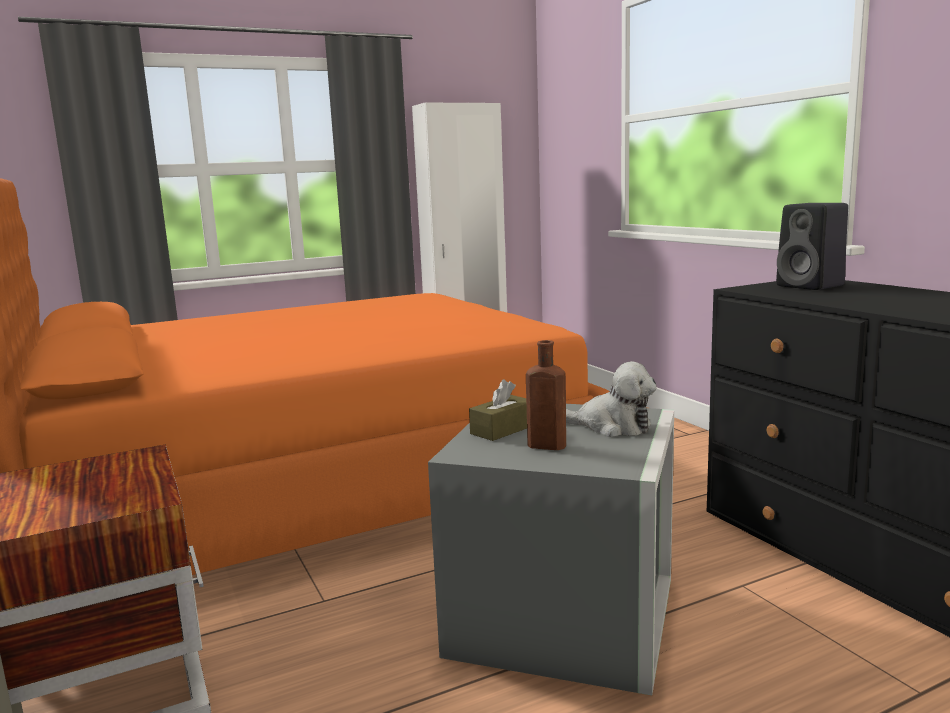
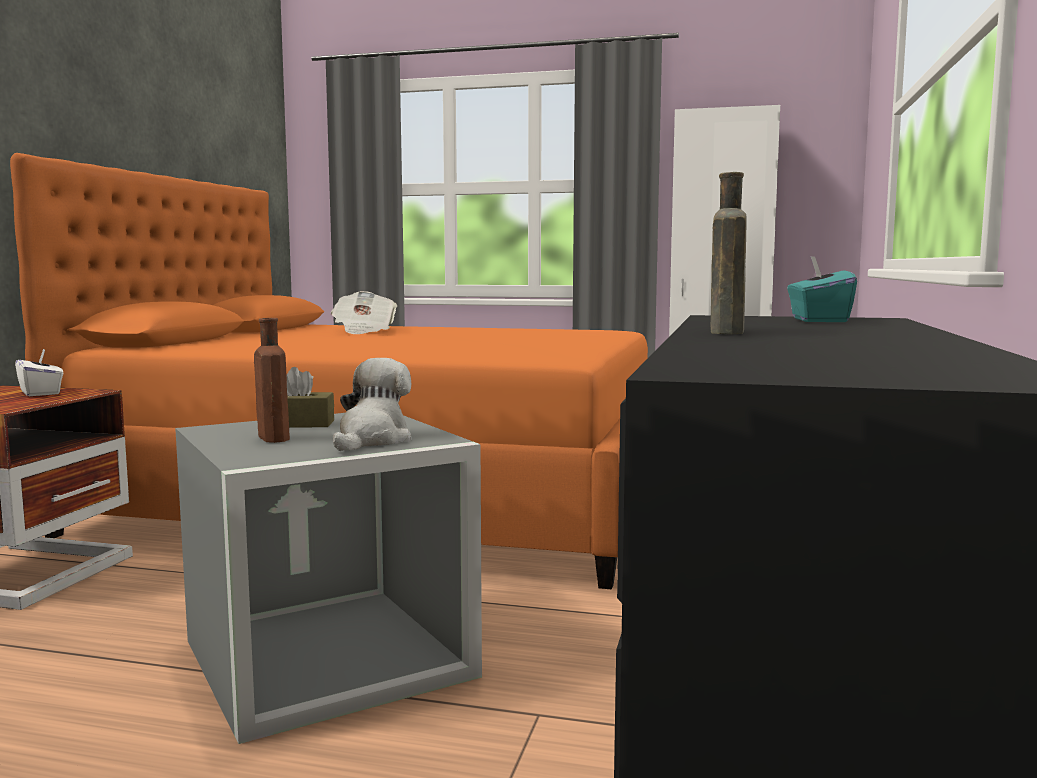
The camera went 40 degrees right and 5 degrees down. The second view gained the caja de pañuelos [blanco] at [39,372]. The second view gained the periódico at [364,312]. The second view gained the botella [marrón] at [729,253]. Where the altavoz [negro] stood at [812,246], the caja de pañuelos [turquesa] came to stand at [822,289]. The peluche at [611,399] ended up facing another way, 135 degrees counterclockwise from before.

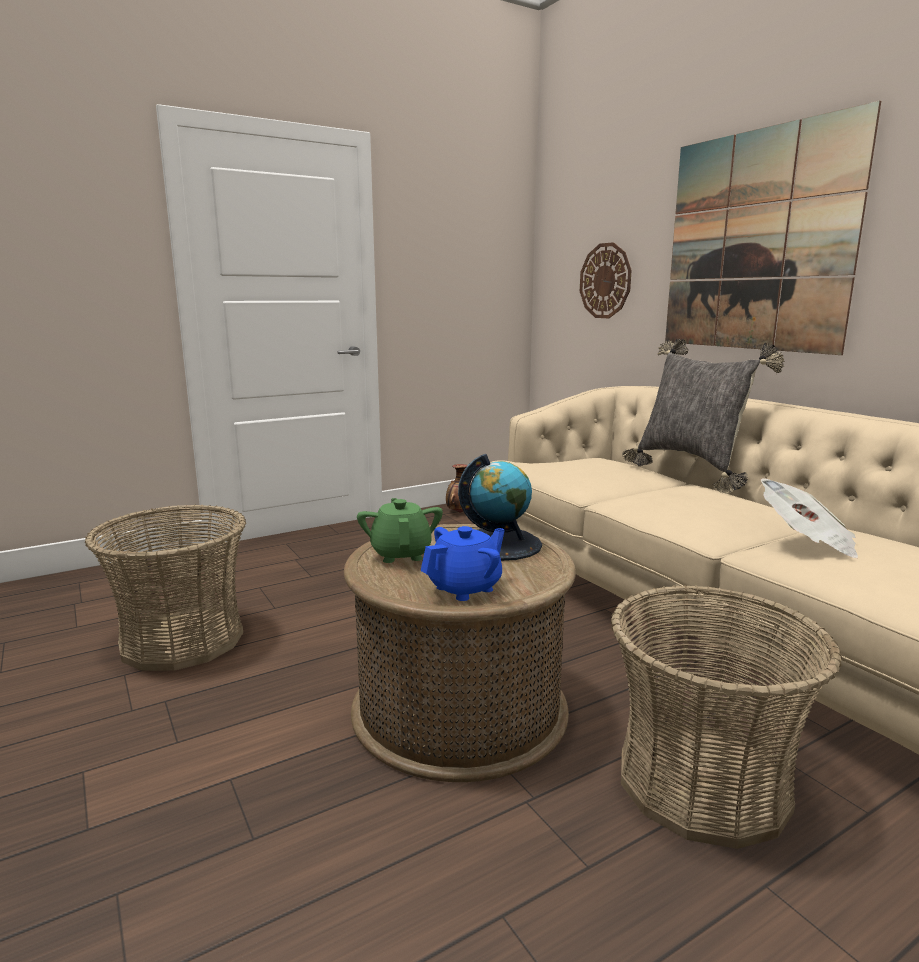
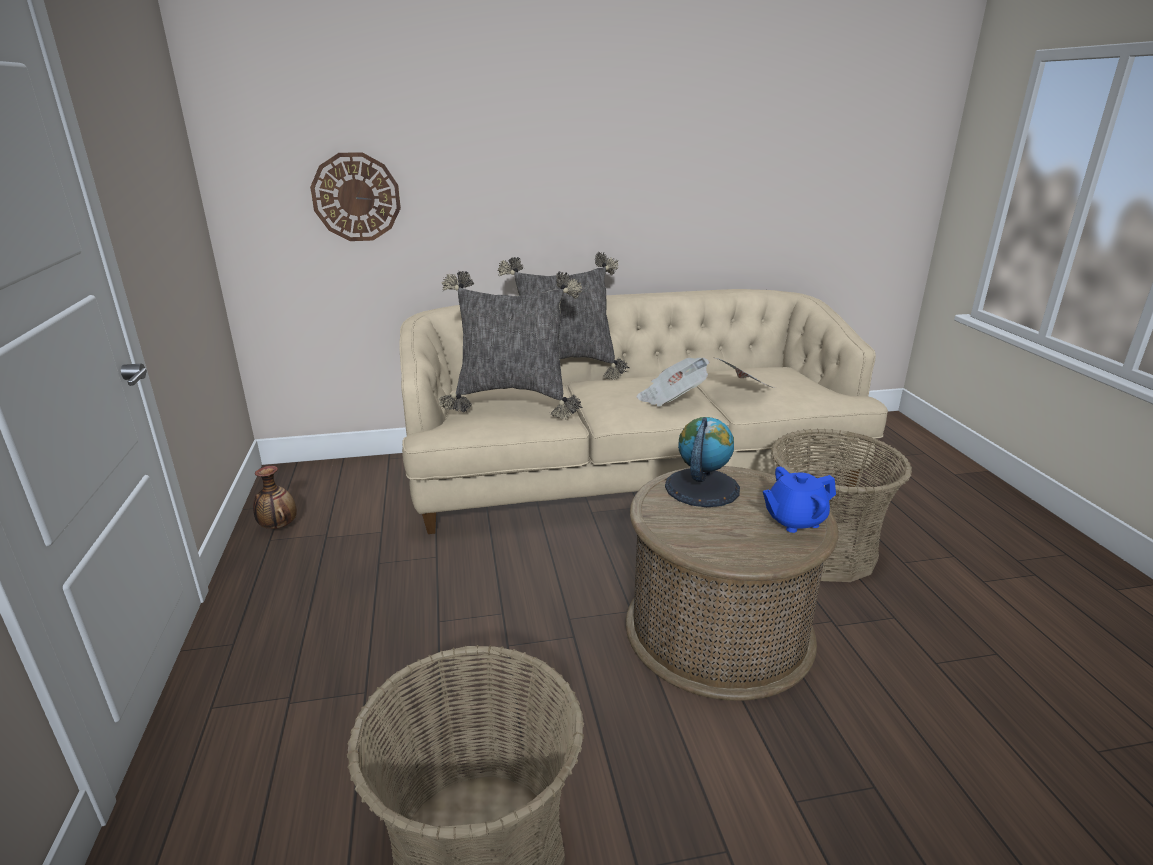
The camera went 70 degrees left and 10 degrees up. The second view lost the tetera [verde] at [400,530]. The second view lost the cuadro at [773,228]. The second view gained the cojín at [510,345]. The second view gained the periódico at [673,382]. The tetera [azul] at [463,563] ended up facing another way, 90 degrees counterclockwise from before.

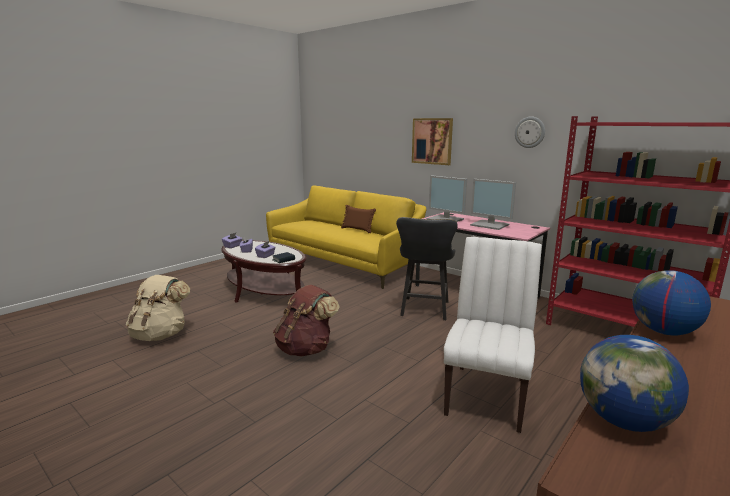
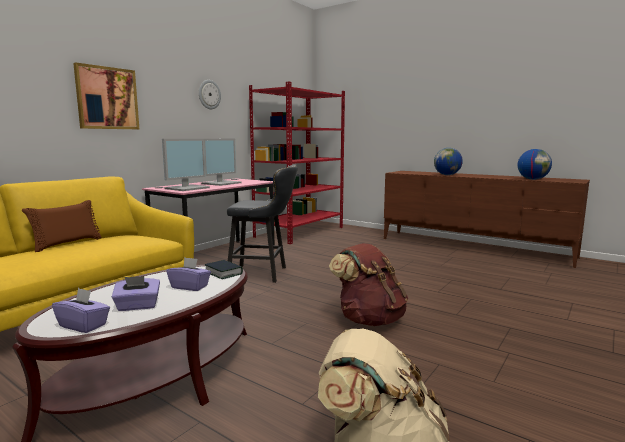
The camera went 95 degrees left and 5 degrees down. The second view lost the silla [blanco] at [493,335].

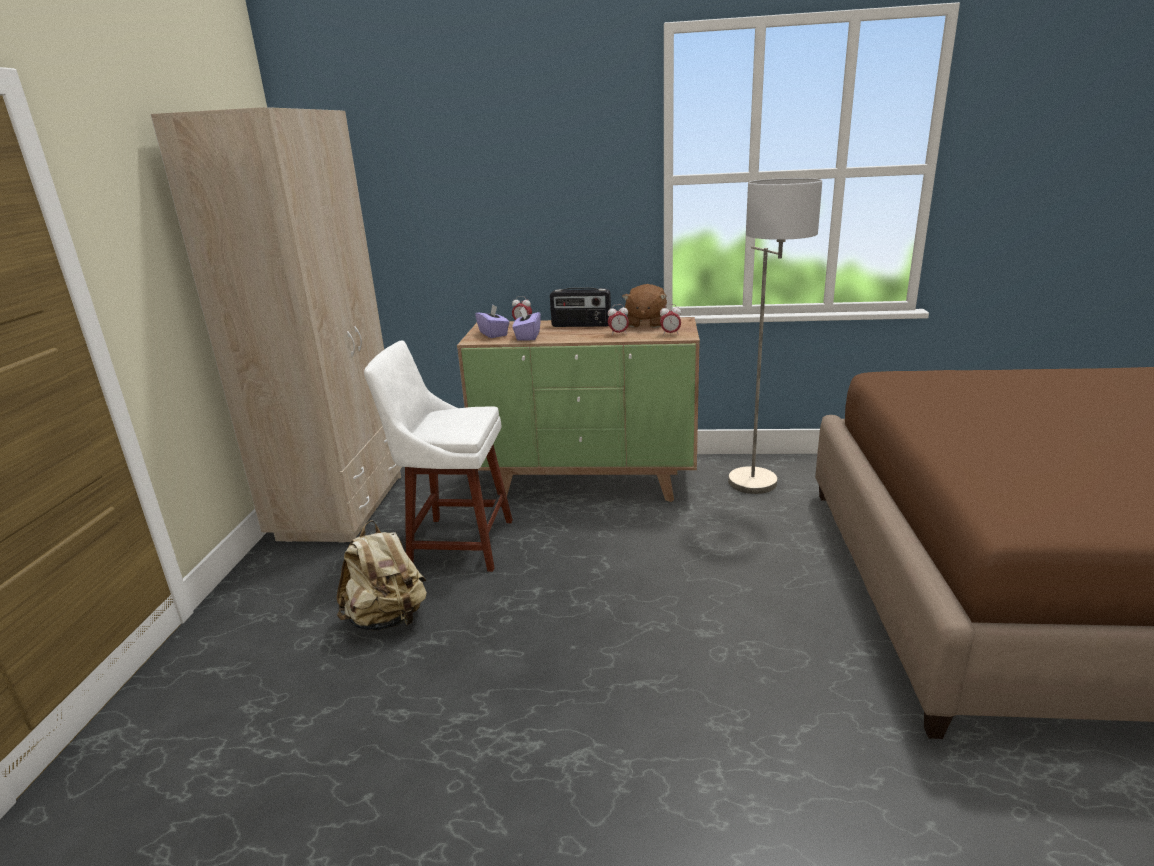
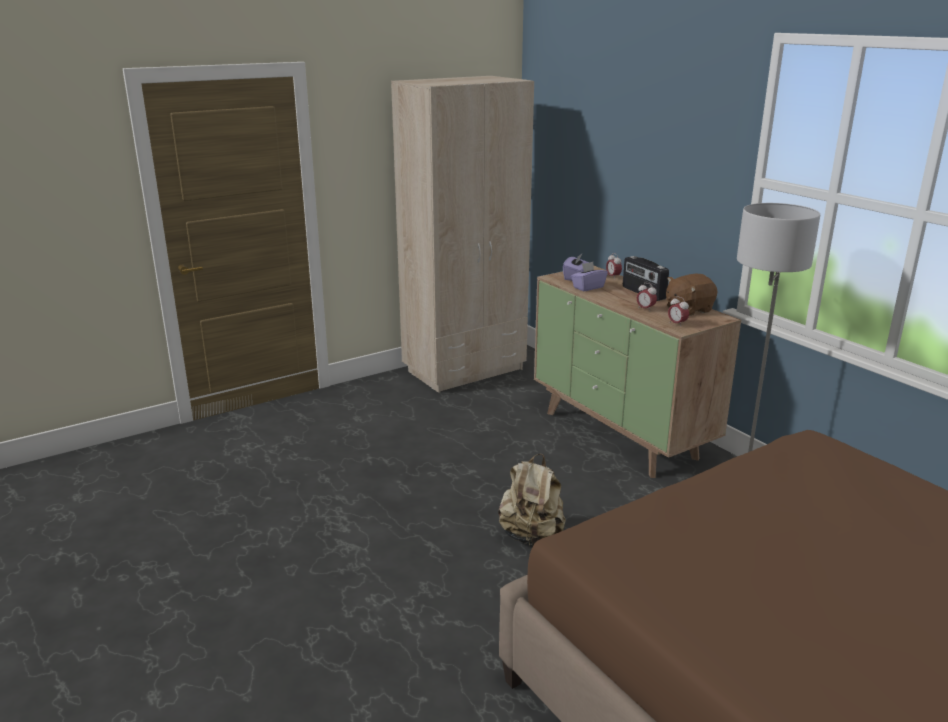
The camera went 50 degrees right and 0 degrees up. The second view lost the silla [blanco] at [438,456]. The mochila [beis] ended up elsewhere, having gone from [382,575] to [532,500].

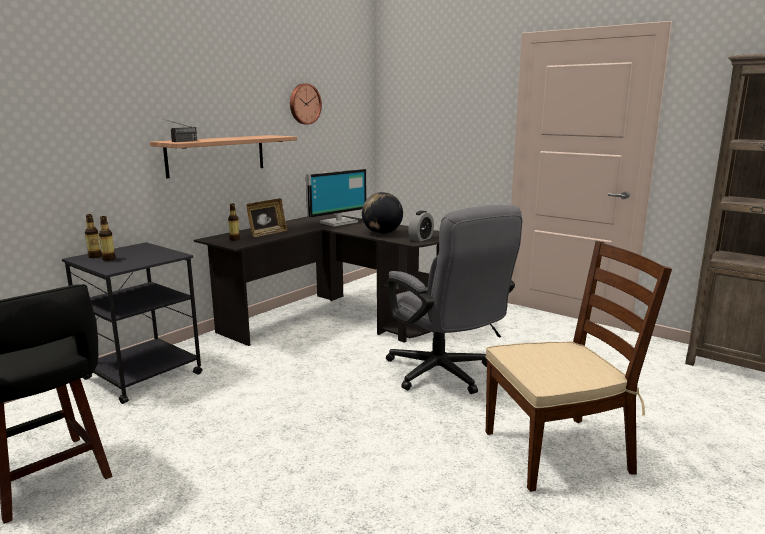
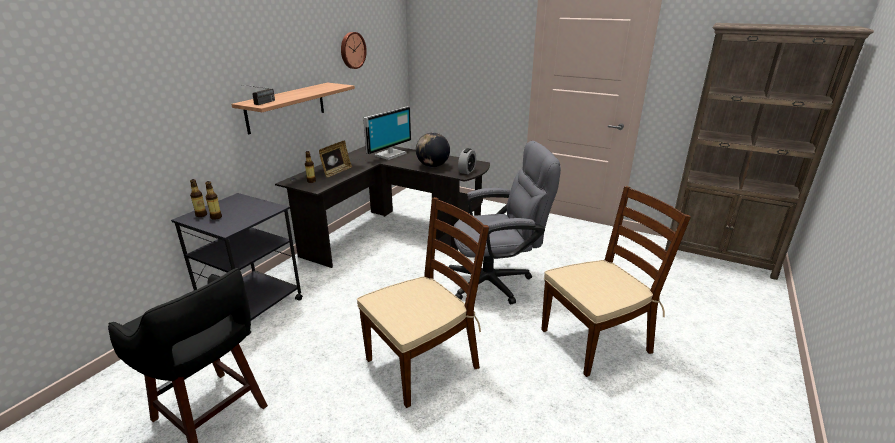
The camera went 10 degrees left and 10 degrees up. The second view gained the silla [marrón] at [423,302]. The silla de oficina [gris] at [454,299] ended up facing another way, 60 degrees counterclockwise from before.

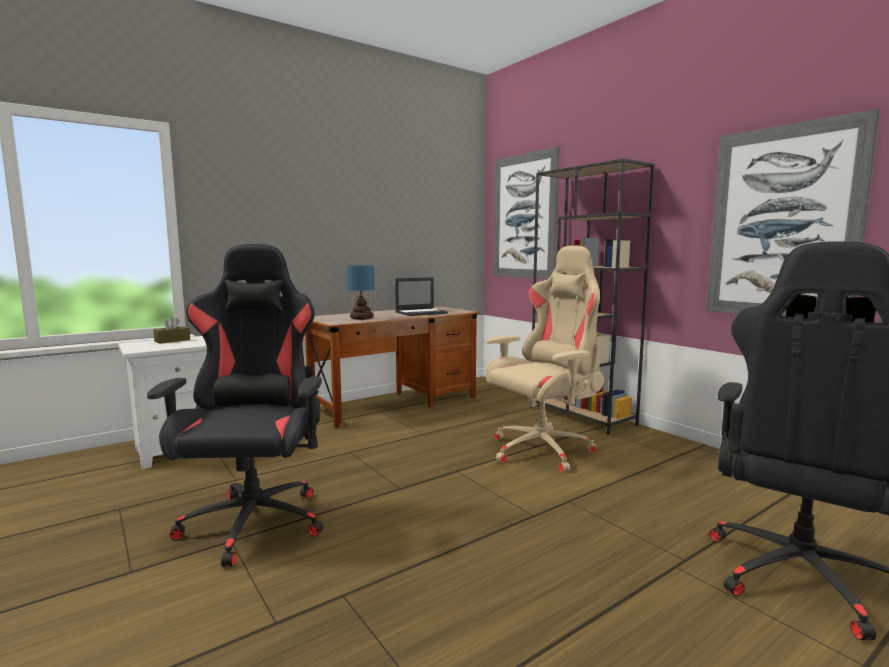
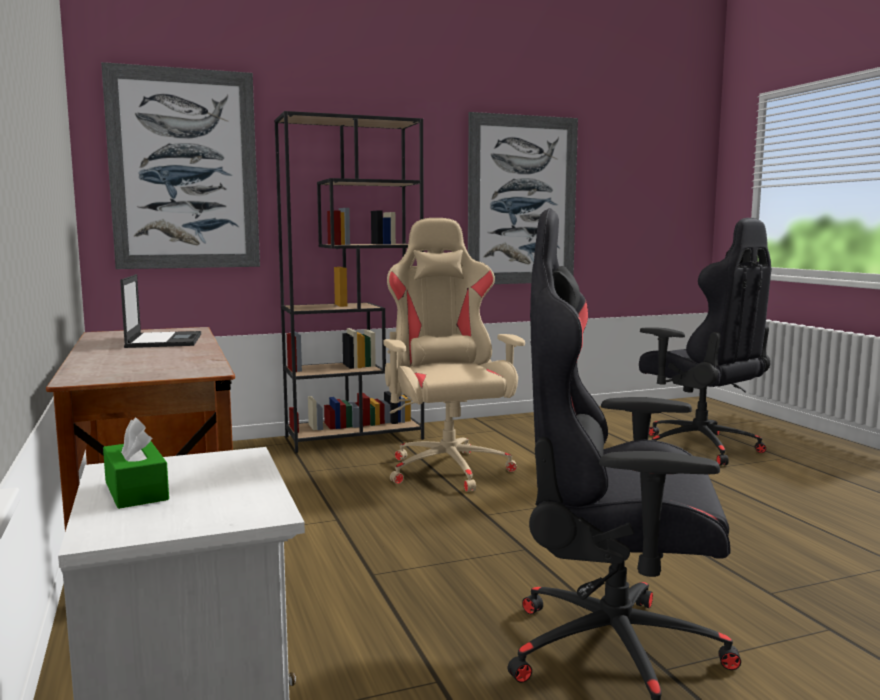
The camera went 75 degrees left and 0 degrees up. The second view lost the lámpara de mesa at [360,292]. What was the caja de pañuelos [marrón] at [171,330] turned into the caja de pañuelos [verde] at [136,463].

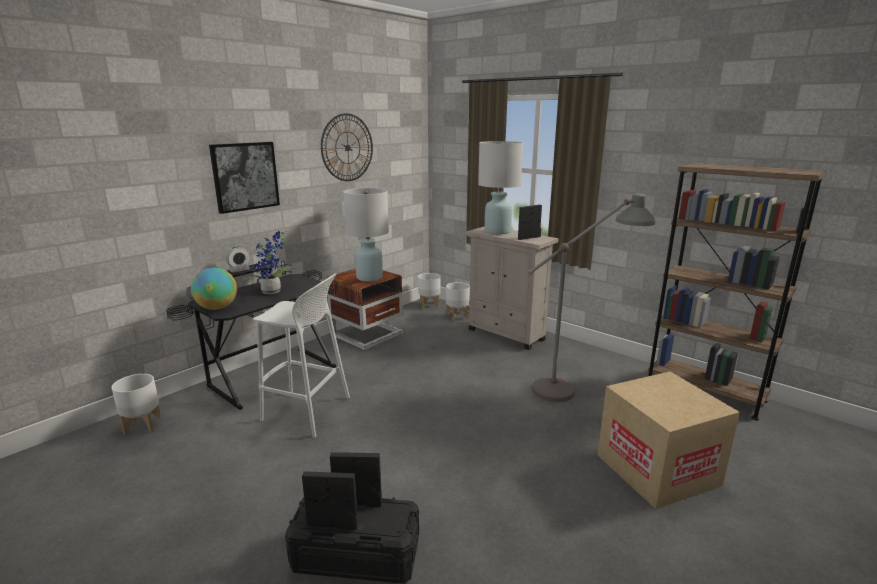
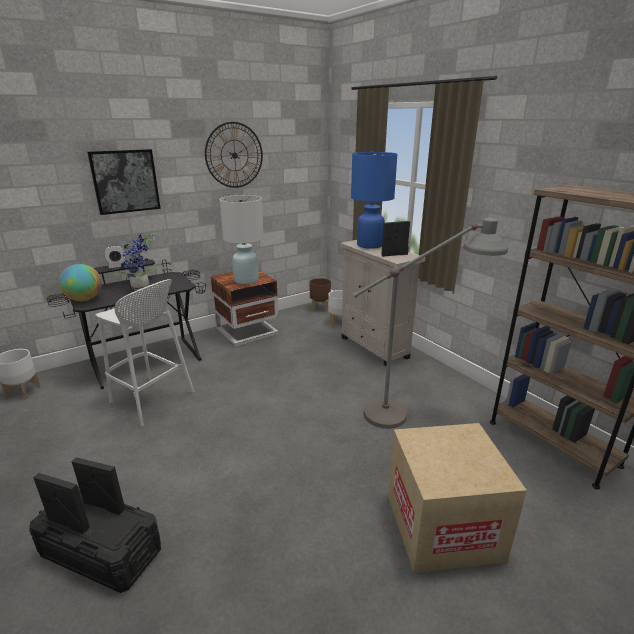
The camera went 15 degrees right and 5 degrees up. What was the maceta [blanco] at [429,291] turned into the maceta [marrón] at [320,295]. What was the lámpara de mesa [blanco] at [500,187] turned into the lámpara de mesa [azul] at [374,200].

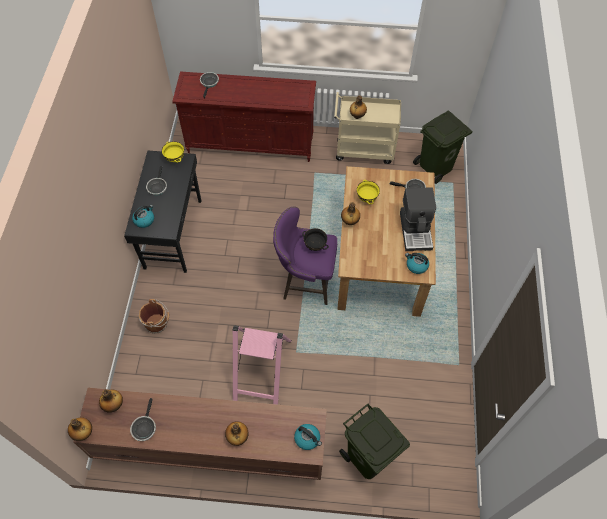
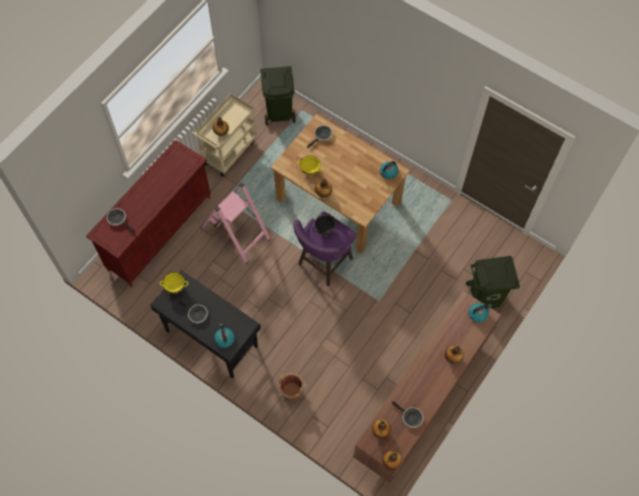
The camera went 60 degrees left and 5 degrees up. The second view lost the cafetera at [418,219]. The escalera de tijera [rosa] ended up elsewhere, having gone from [262,365] to [236,223].

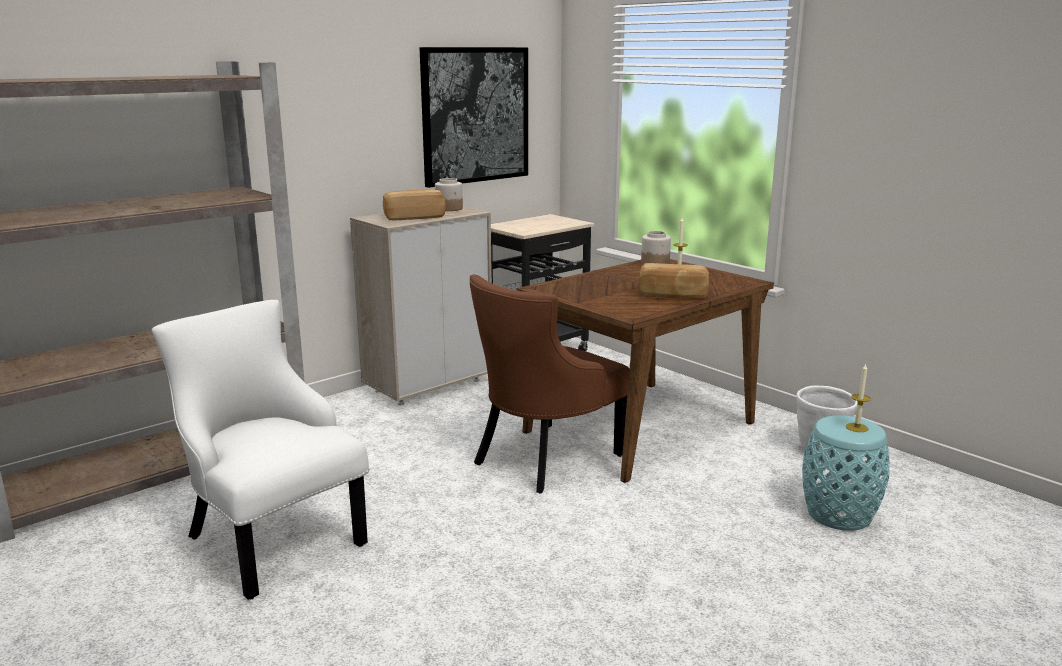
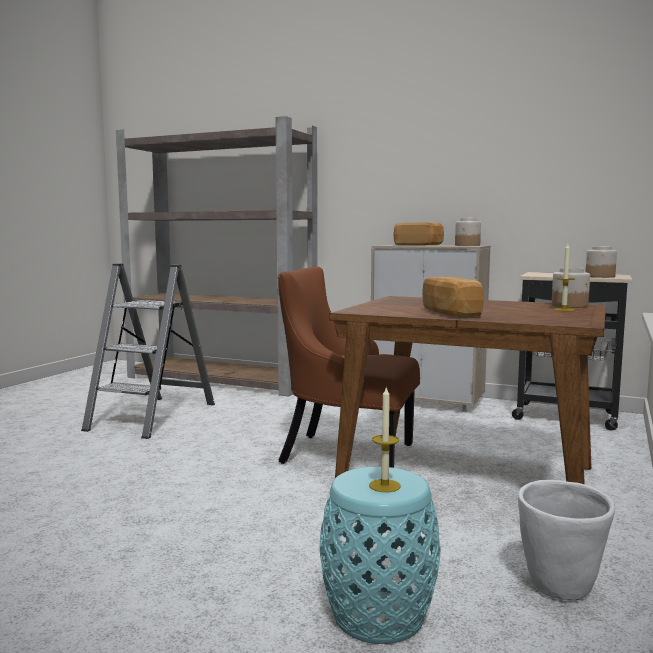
The camera went 65 degrees right and 10 degrees down. The second view lost the cuadro at [474,117]. The second view gained the tarro at [601,262]. Where the silla [blanco] stood at [261,450], the escalera de tijera [gris] came to stand at [148,351].

